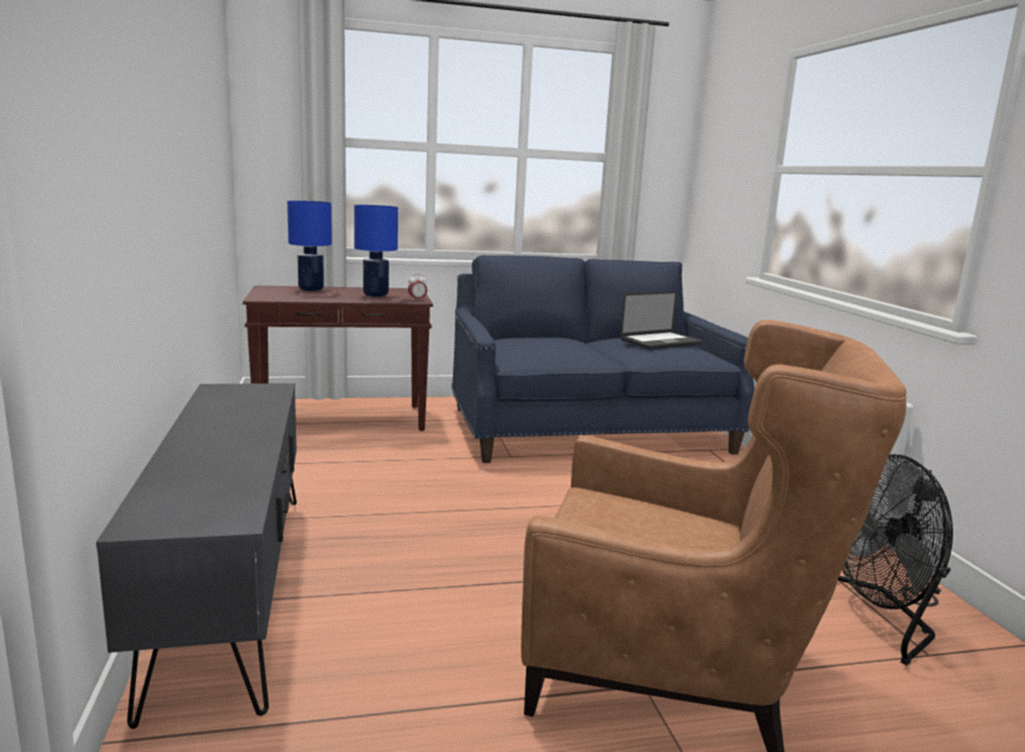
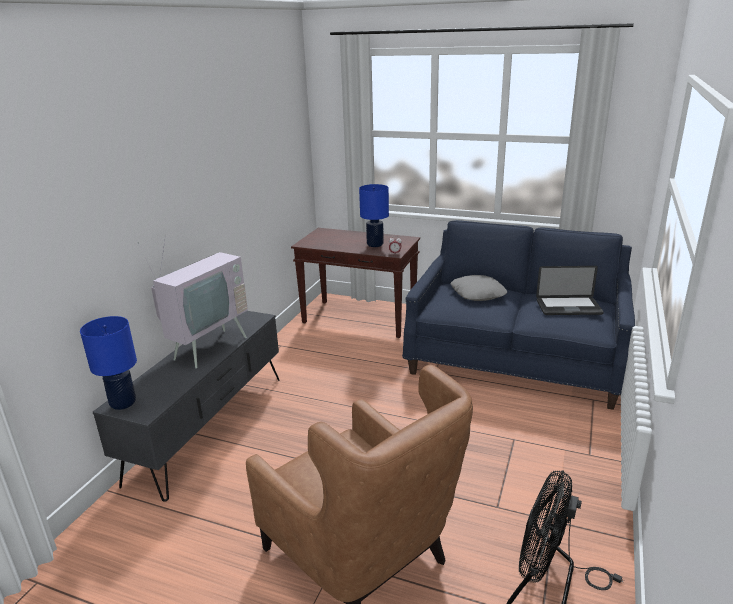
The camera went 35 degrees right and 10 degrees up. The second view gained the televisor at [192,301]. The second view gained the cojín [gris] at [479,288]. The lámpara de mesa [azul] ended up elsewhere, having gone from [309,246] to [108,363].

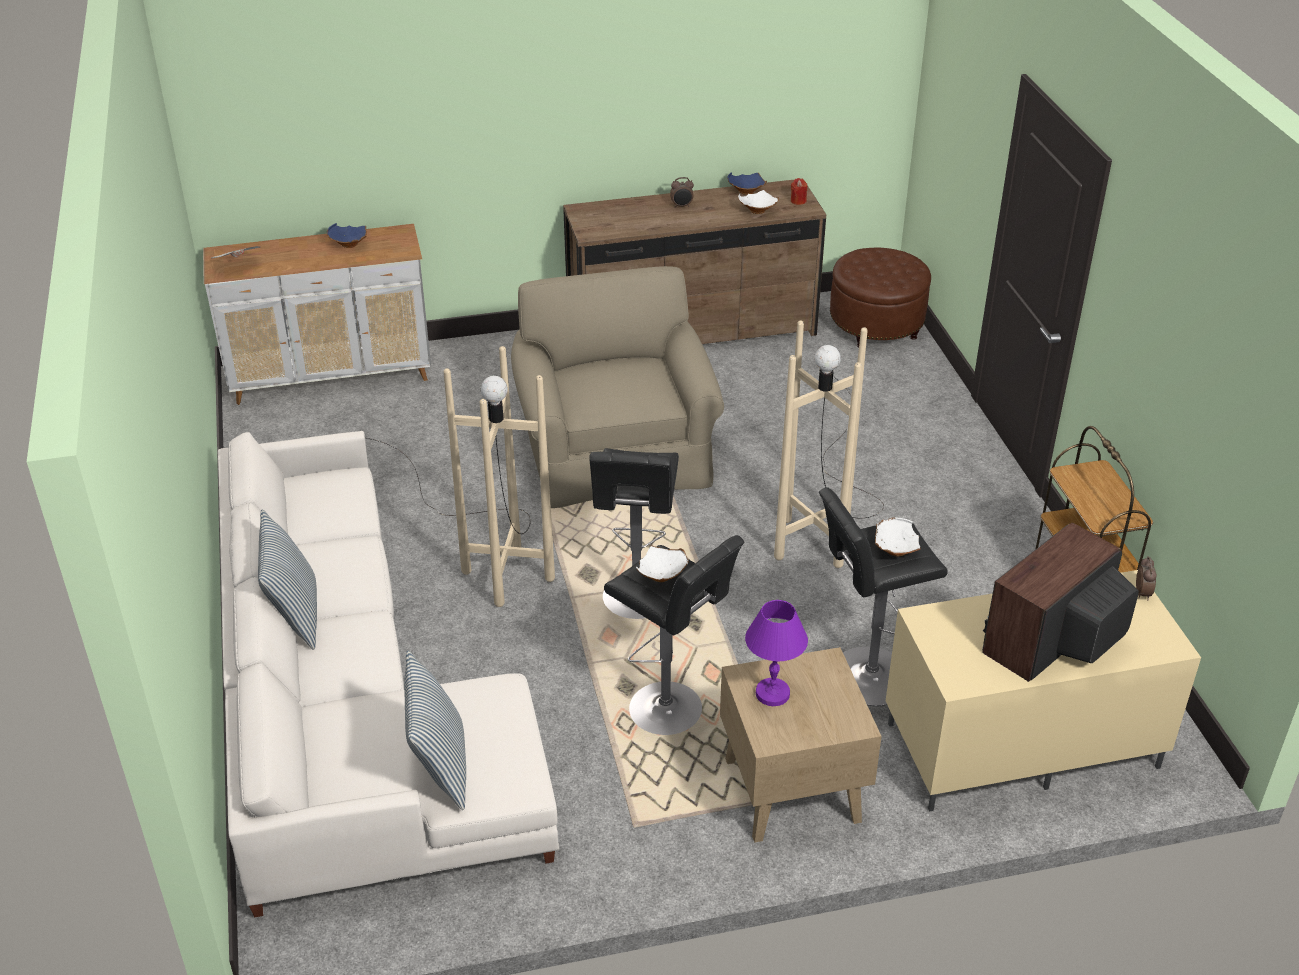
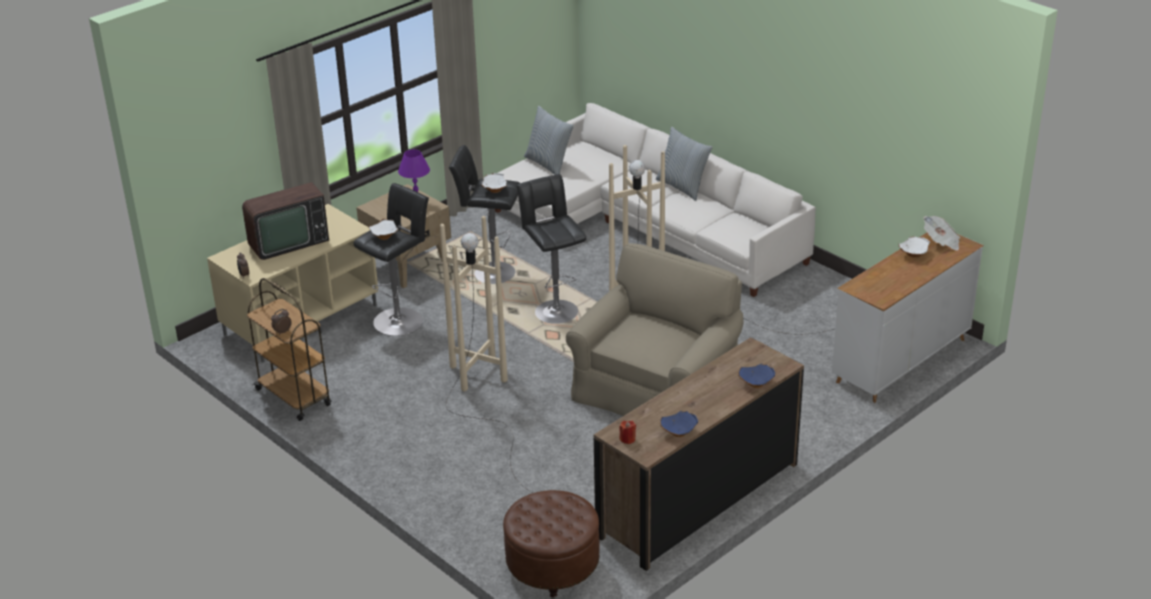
The camera went 150 degrees right and 5 degrees down. The cuenco [azul] ended up elsewhere, having gone from [346,235] to [756,375]. The despertador ended up elsewhere, having gone from [682,192] to [281,322]. The cuenco [blanco] ended up elsewhere, having gone from [758,202] to [914,247]. The sillón [beis] at [617,387] ended up facing another way, 105 degrees counterclockwise from before. The televisor at [1060,602] ended up facing another way, 45 degrees clockwise from before.

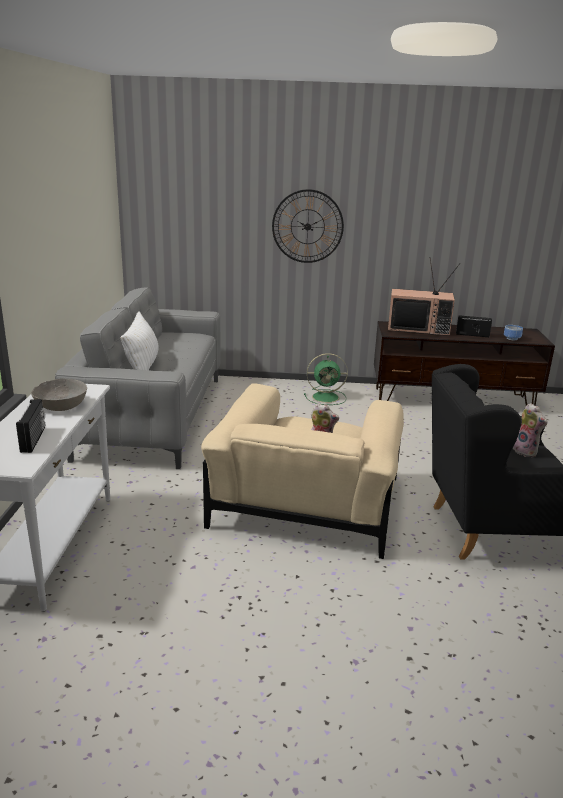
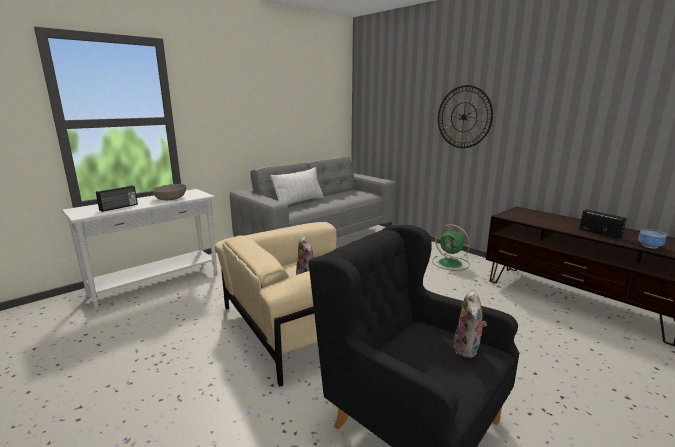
The camera went 45 degrees right and 5 degrees down. The second view lost the televisor at [424,296].

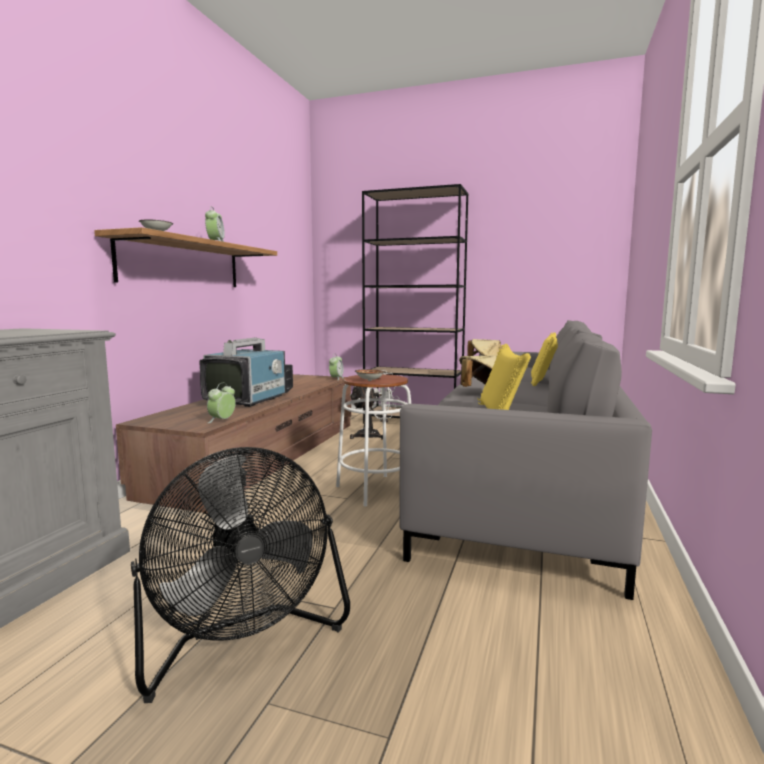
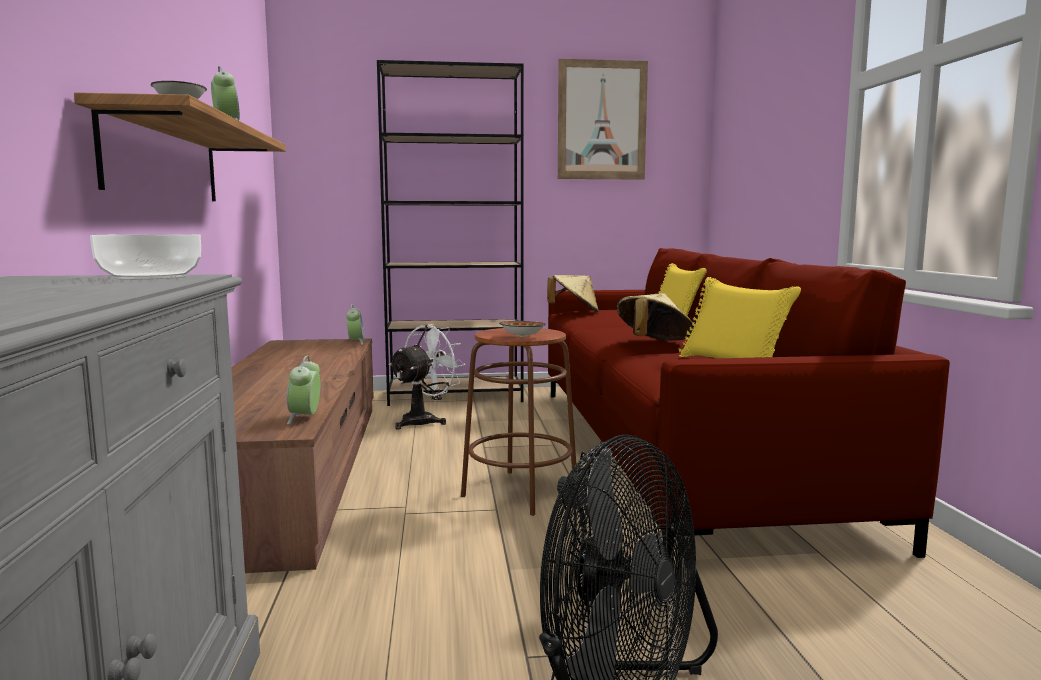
The camera went 25 degrees left and 0 degrees up. The second view lost the televisor at [246,372]. The second view gained the cuenco at [145,257]. The second view gained the cuadro at [603,119]. What was the taburete [blanco] at [373,440] turned into the taburete [marrón] at [518,422]. What was the sofá [gris] at [525,460] turned into the sofá [rojo] at [749,405].

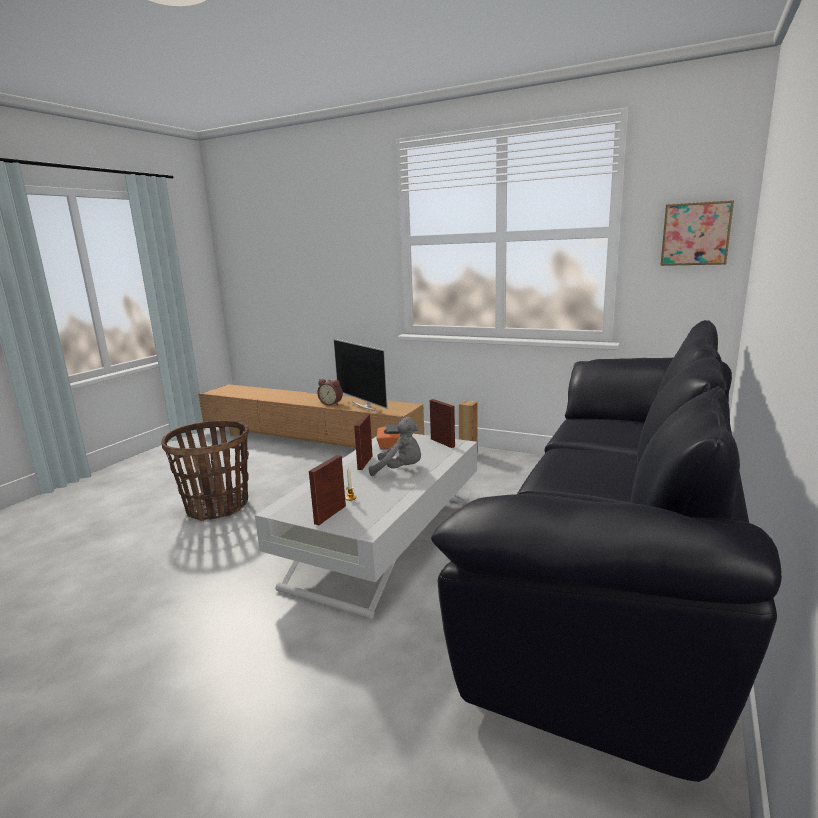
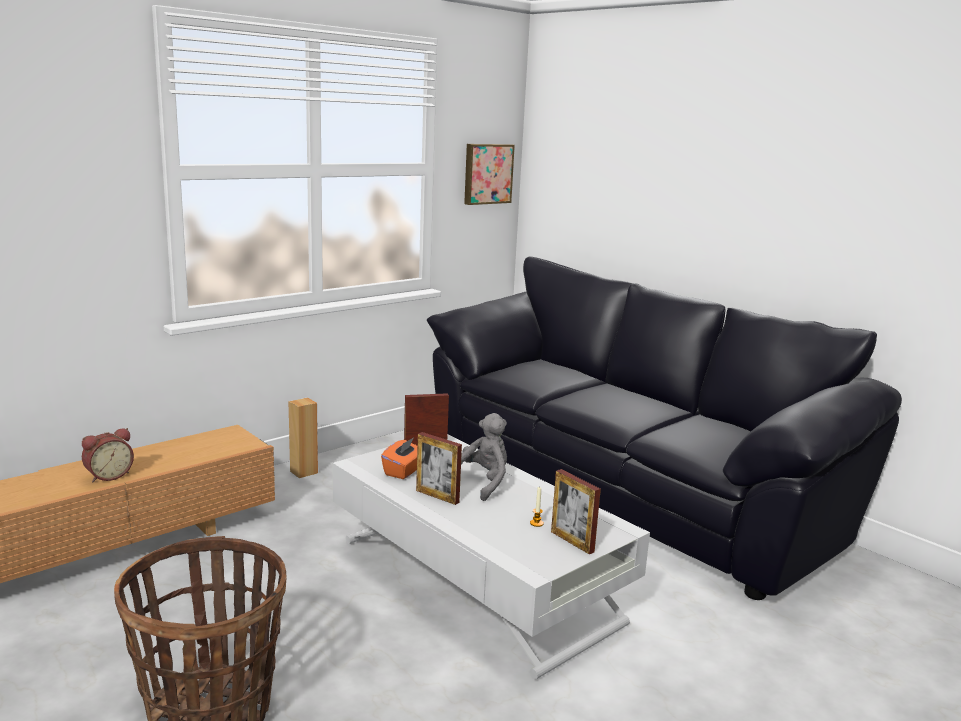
The camera went 70 degrees left and 0 degrees up. The second view lost the televisor at [360,375].

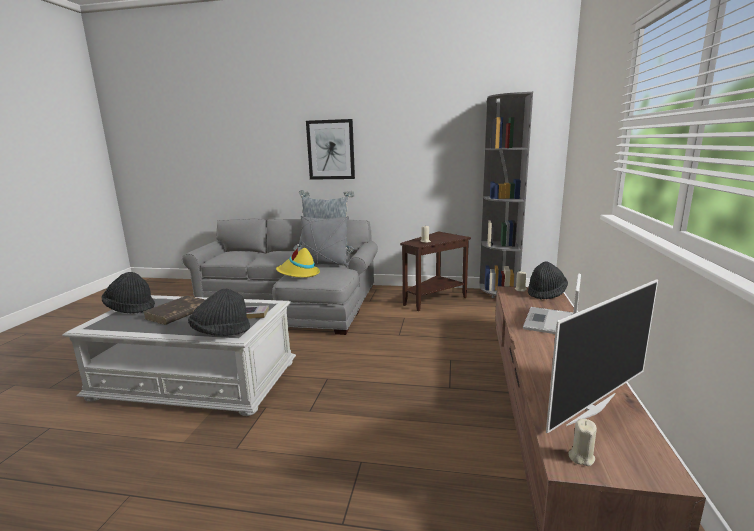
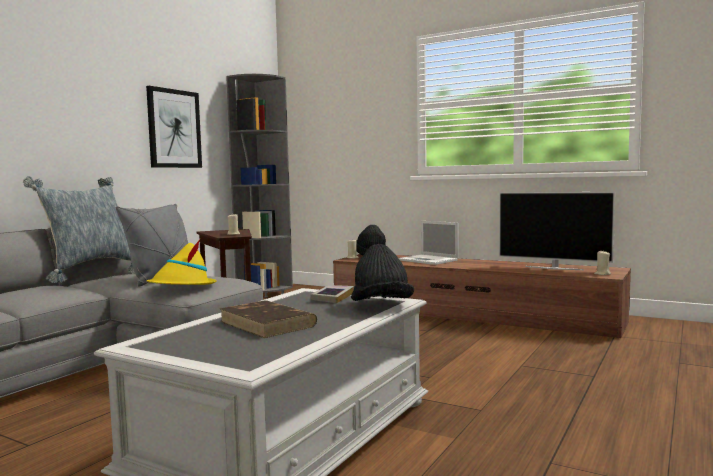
The camera went 70 degrees left and 10 degrees down. The second view lost the sombrero [negro] at [128,292]. The cuadro ended up elsewhere, having gone from [330,149] to [174,127]. The televisor at [602,356] ended up facing another way, 135 degrees clockwise from before.

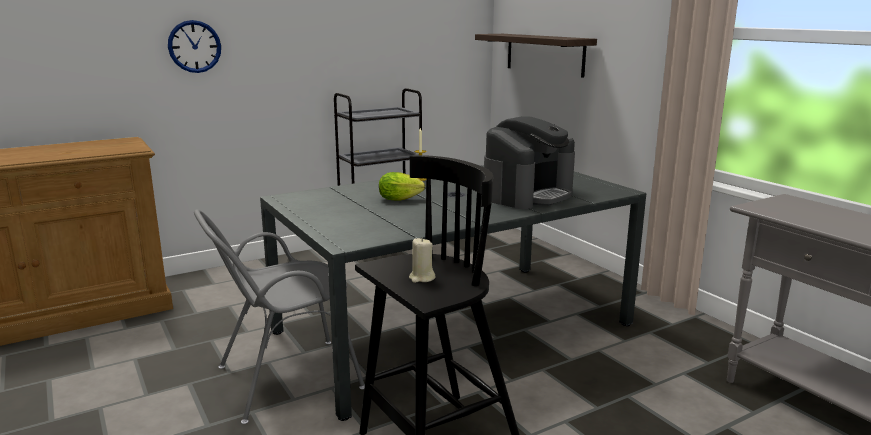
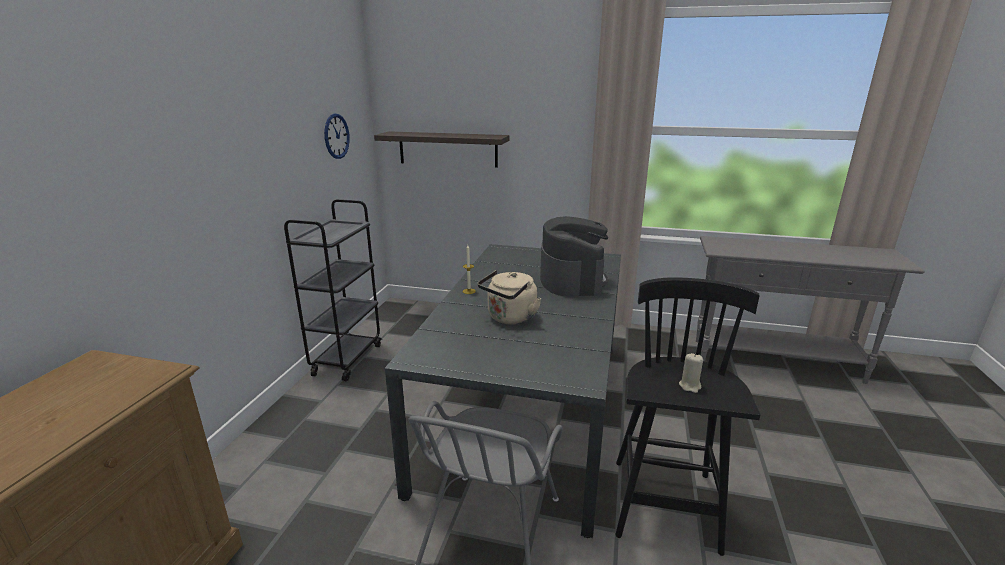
The camera went 45 degrees left and 5 degrees up. The reloj de pared ended up elsewhere, having gone from [194,46] to [337,136]. Where the lechuga stood at [402,186], the hervidor [beis] came to stand at [509,297].

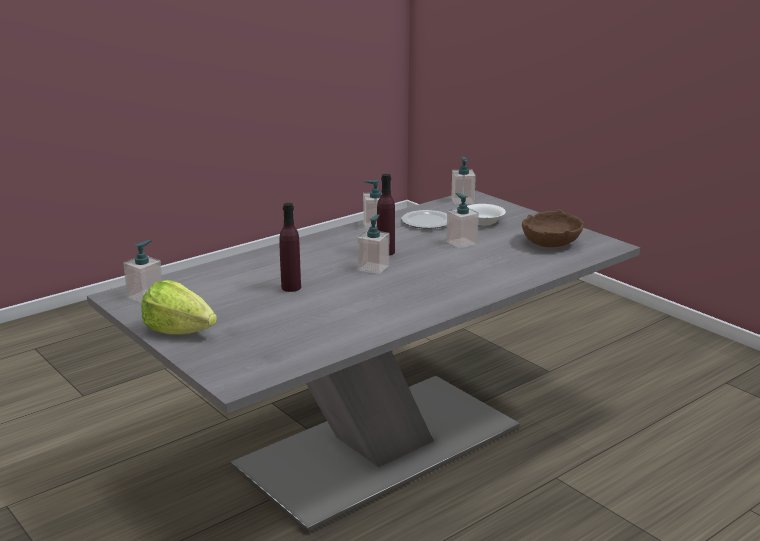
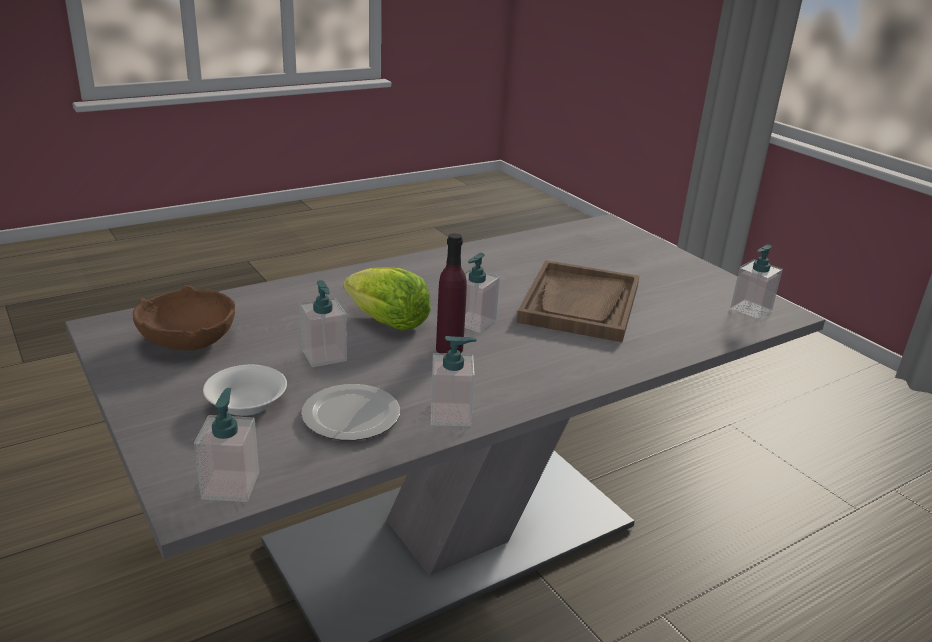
The camera went 175 degrees left and 5 degrees up. The lechuga ended up elsewhere, having gone from [179,307] to [387,299]. Where the botella [morado] stood at [290,247], the bandeja [marrón] came to stand at [578,301].

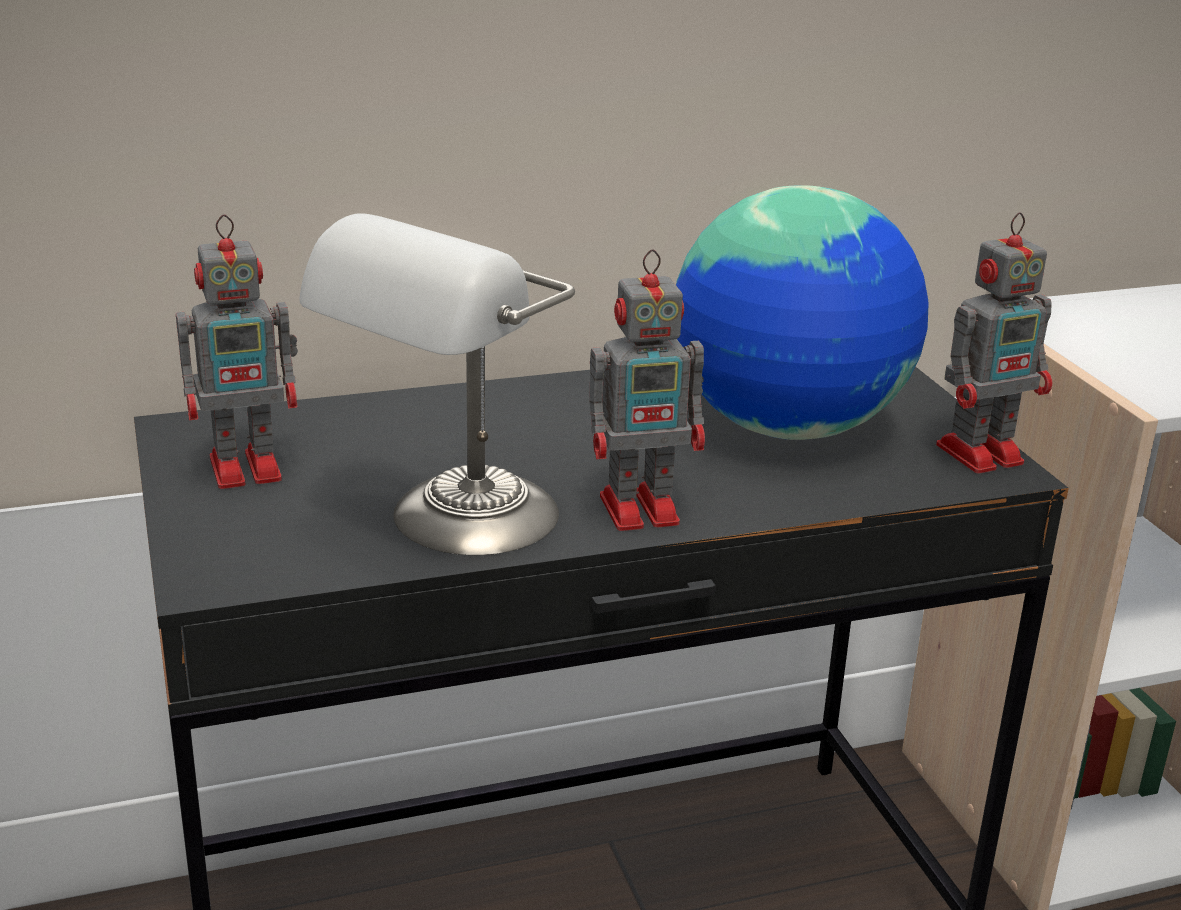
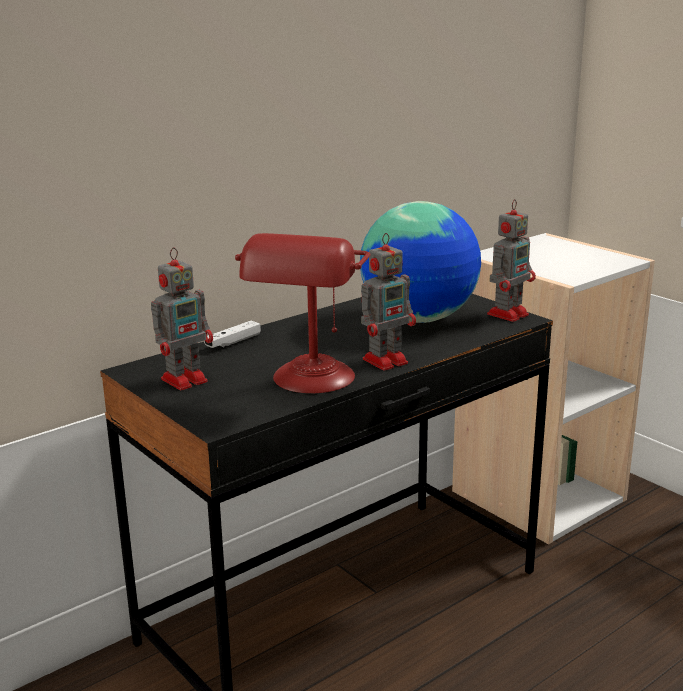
The camera went 20 degrees left and 5 degrees down. The second view gained the mando de consola [blanco] at [232,334]. What was the lámpara de mesa [blanco] at [437,384] turned into the lámpara de mesa [rojo] at [302,313].

